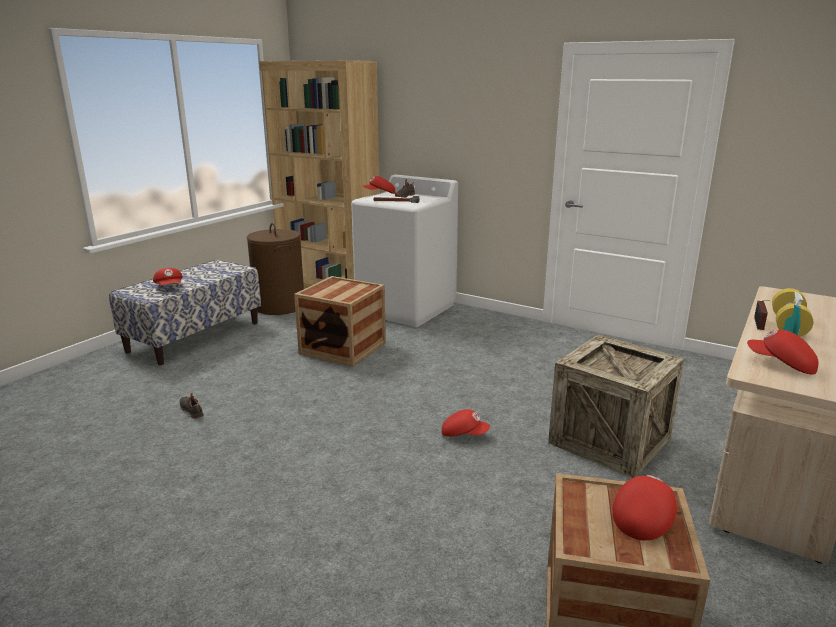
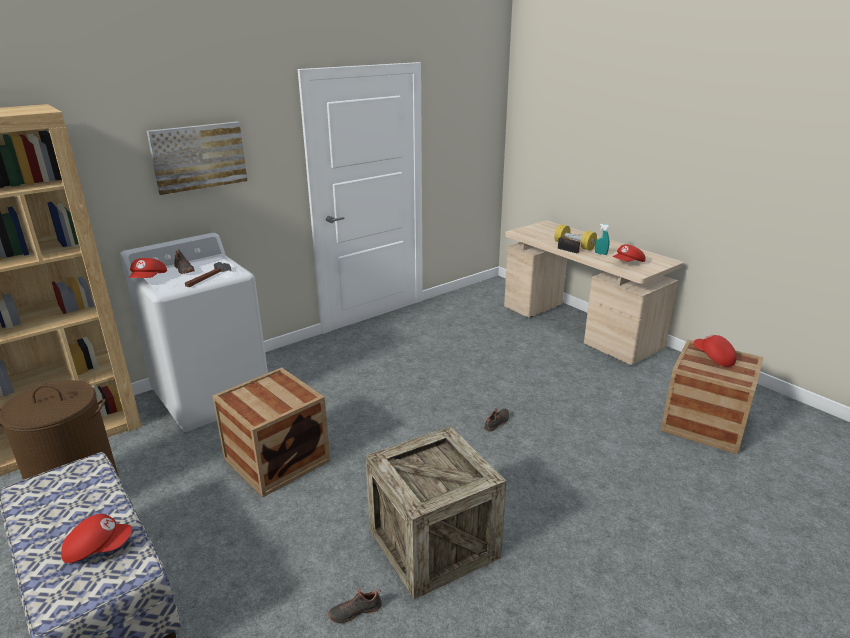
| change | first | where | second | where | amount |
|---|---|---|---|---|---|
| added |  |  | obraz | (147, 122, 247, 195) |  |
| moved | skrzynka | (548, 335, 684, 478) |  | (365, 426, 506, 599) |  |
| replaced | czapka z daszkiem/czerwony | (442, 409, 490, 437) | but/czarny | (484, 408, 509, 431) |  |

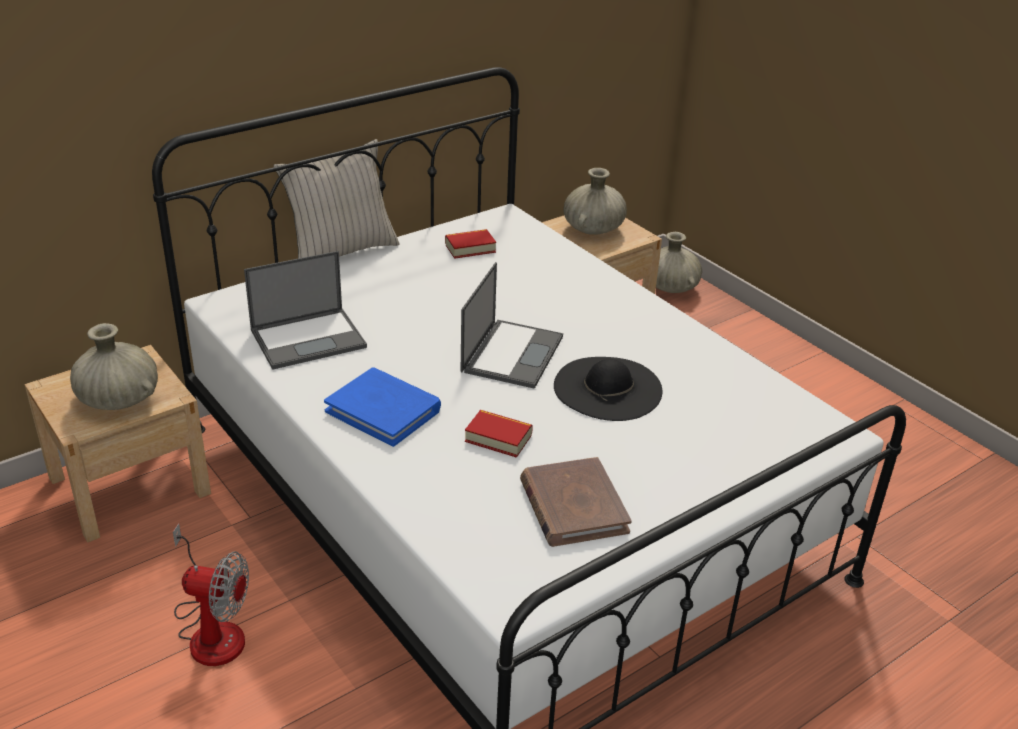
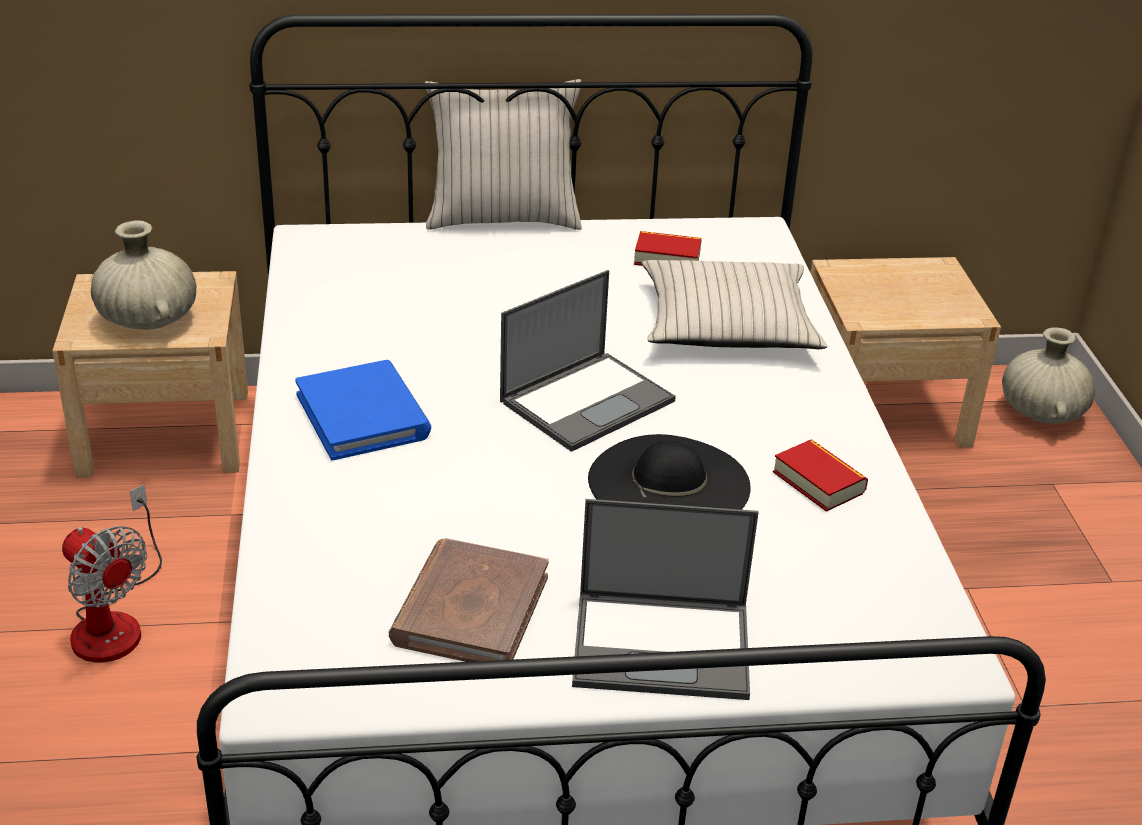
| change | first | where | second | where | amount |
|---|---|---|---|---|---|
| removed | wazon/beżowy | (563, 168, 627, 235) |  |  |  |
| added |  |  | poduszka/beżowy | (642, 260, 827, 349) |  |
| moved | laptop | (244, 251, 367, 370) |  | (572, 499, 759, 700) |  |
| moved | książka | (465, 410, 533, 458) |  | (773, 439, 868, 512) |  |

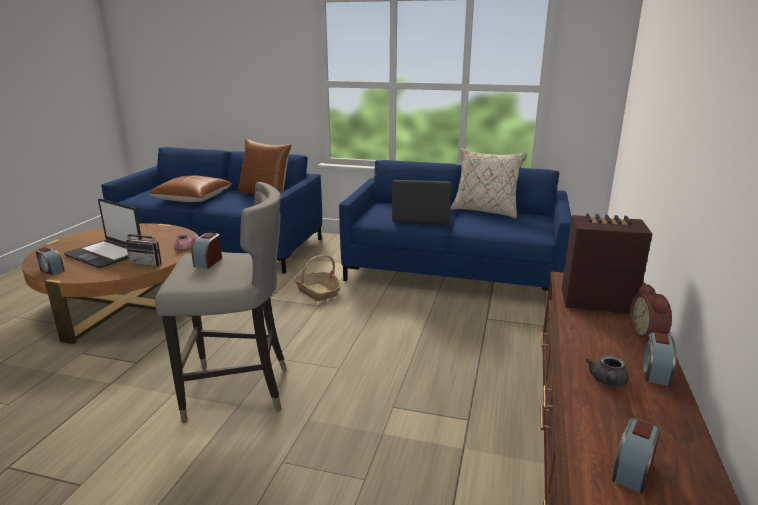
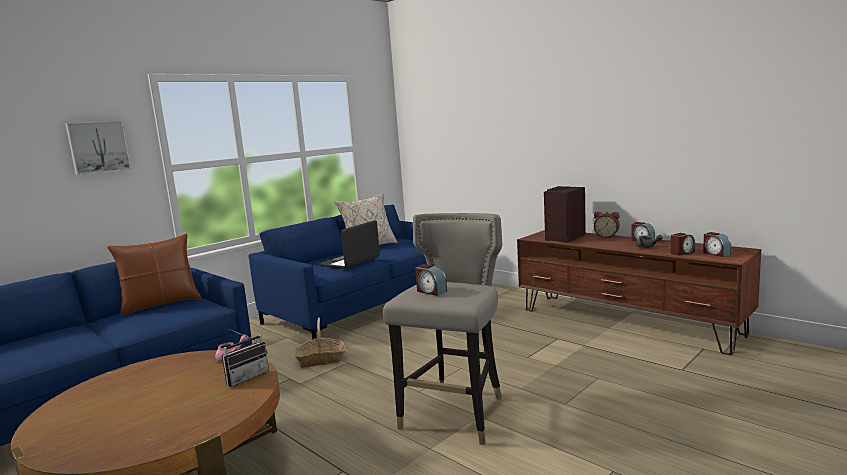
| change | first | where | second | where | amount |
|---|---|---|---|---|---|
| removed | laptop | (64, 199, 142, 268) |  |  |  |
| removed | poduszka/brązowy | (149, 175, 232, 202) |  |  |  |
| added |  |  | obraz | (65, 121, 132, 175) |  |
| moved | budzik | (36, 247, 65, 275) |  | (671, 233, 695, 256) |  |

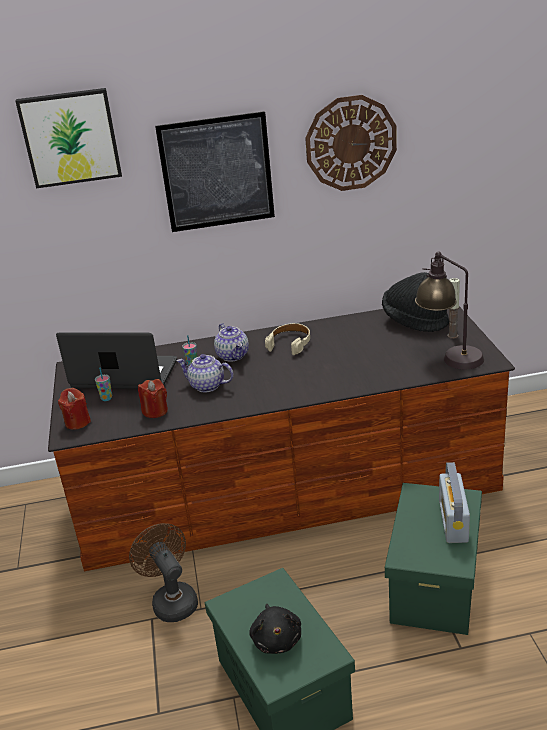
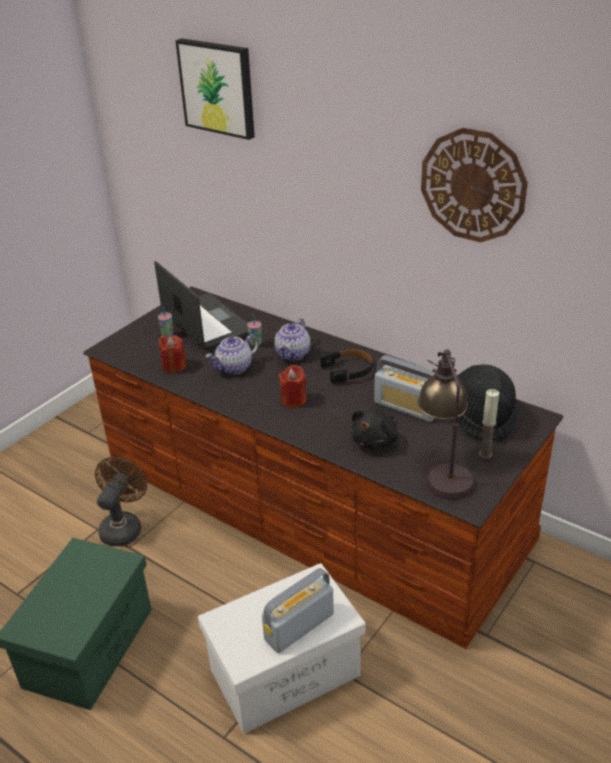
| change | first | where | second | where | amount |
|---|---|---|---|---|---|
| removed | obraz | (155, 111, 275, 232) |  |  |  |
| added |  |  | radio | (374, 355, 435, 422) |  |
| moved | świeca/czerwony | (58, 388, 91, 430) |  | (279, 365, 307, 408) |  |
| moved | pluszak/czarny | (249, 604, 301, 654) |  | (350, 409, 398, 449) |  |
| recoloured | słuchawki/beżowy | (265, 323, 310, 355) | słuchawki/czarny | (320, 349, 373, 384) |  |
| recoloured | pojemnik do przechowywania/zielony | (385, 483, 482, 635) | pojemnik do przechowywania/biały | (198, 563, 365, 734) |  |
| turned | imbryk | (177, 354, 233, 392) |  | (205, 334, 259, 375) | 105 degrees counterclockwise |

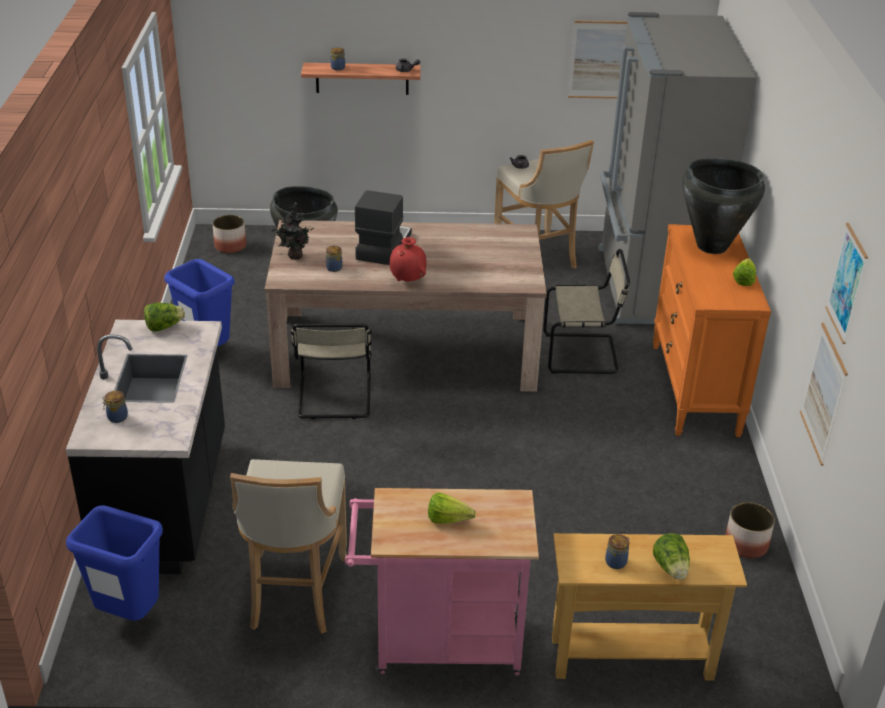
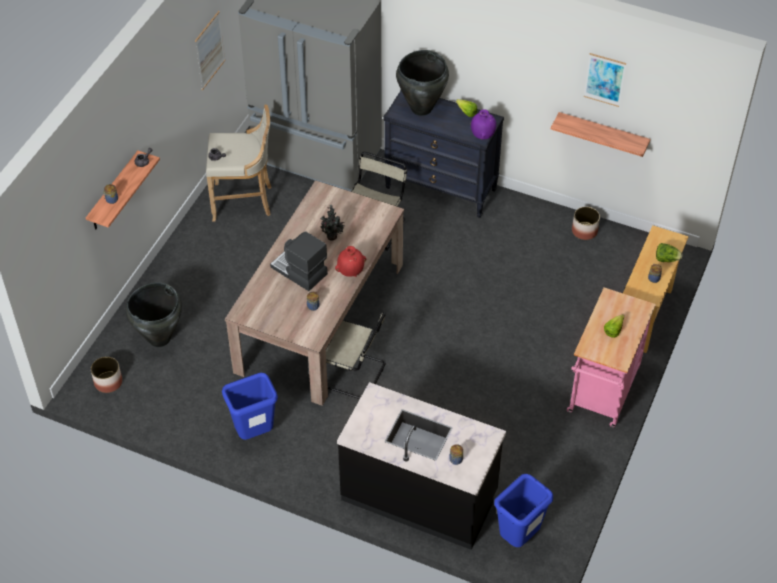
| change | first | where | second | where | amount |
|---|---|---|---|---|---|
| removed | sałata | (144, 303, 185, 332) |  |  |  |
| removed | stołek/beżowy | (230, 459, 347, 633) |  |  |  |
| added |  |  | wazon/fioletowy | (471, 109, 496, 140) |  |
| moved | roślina doniczkowa | (271, 202, 315, 260) |  | (320, 204, 344, 241) |  |
| replaced | obraz | (800, 323, 848, 466) | półka | (551, 112, 650, 157) |  |
| recoloured | komoda/pomarańczowy | (653, 224, 771, 437) | komoda/czarny | (383, 90, 504, 218) |  |

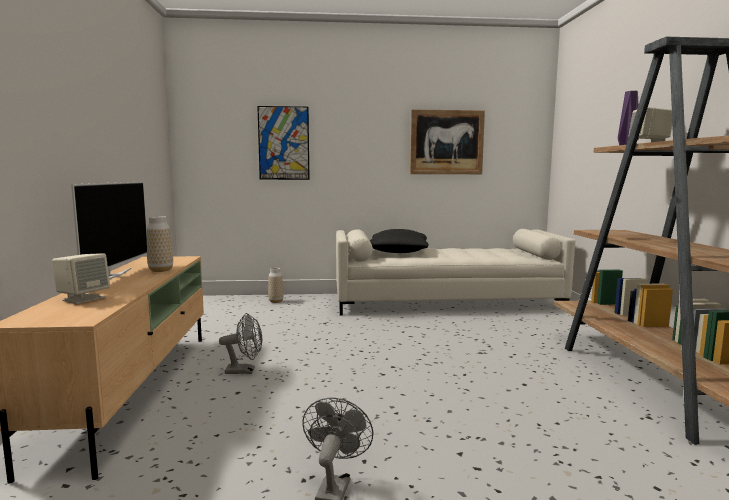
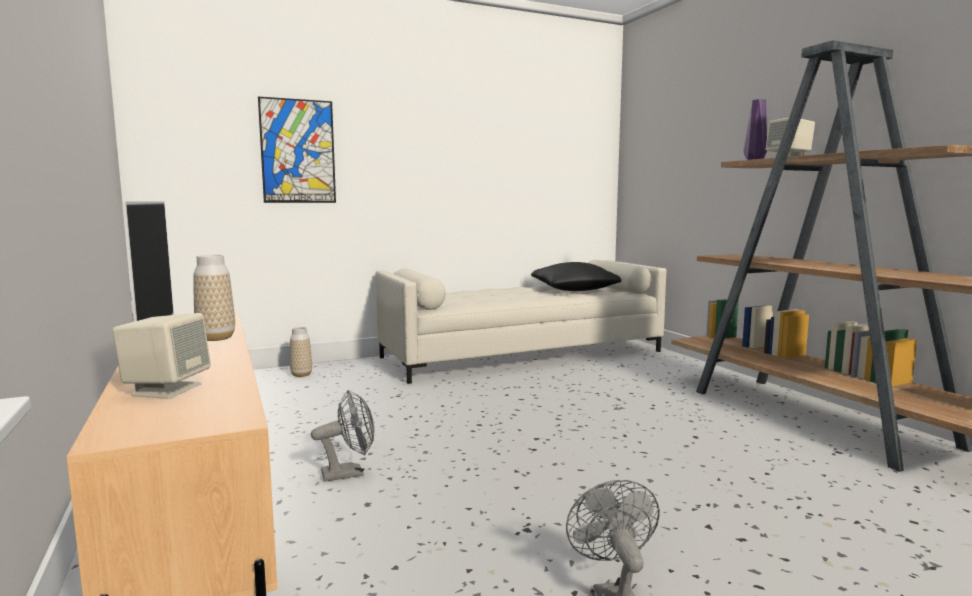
| change | first | where | second | where | amount |
|---|---|---|---|---|---|
| removed | obraz | (410, 109, 485, 174) |  |  |  |
| moved | poduszka/czarny | (370, 229, 429, 253) |  | (531, 262, 621, 291) |  |

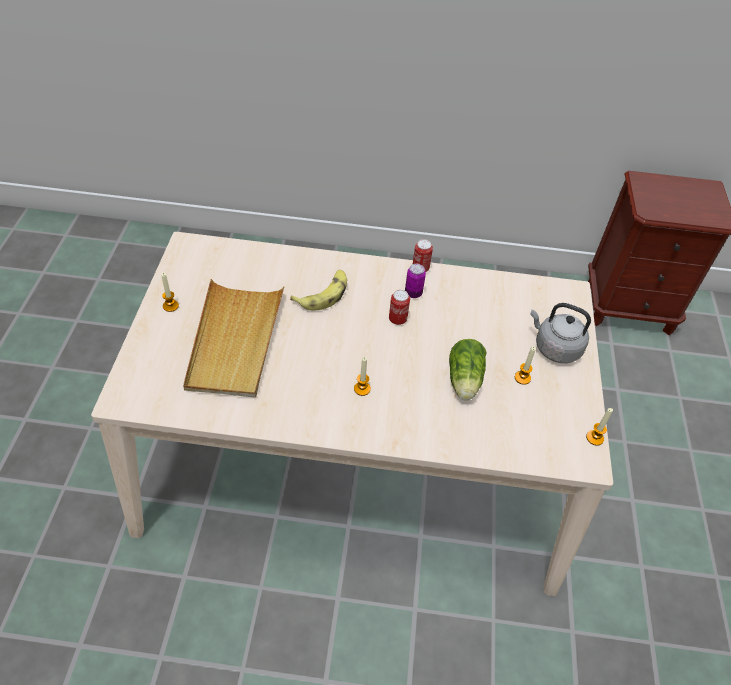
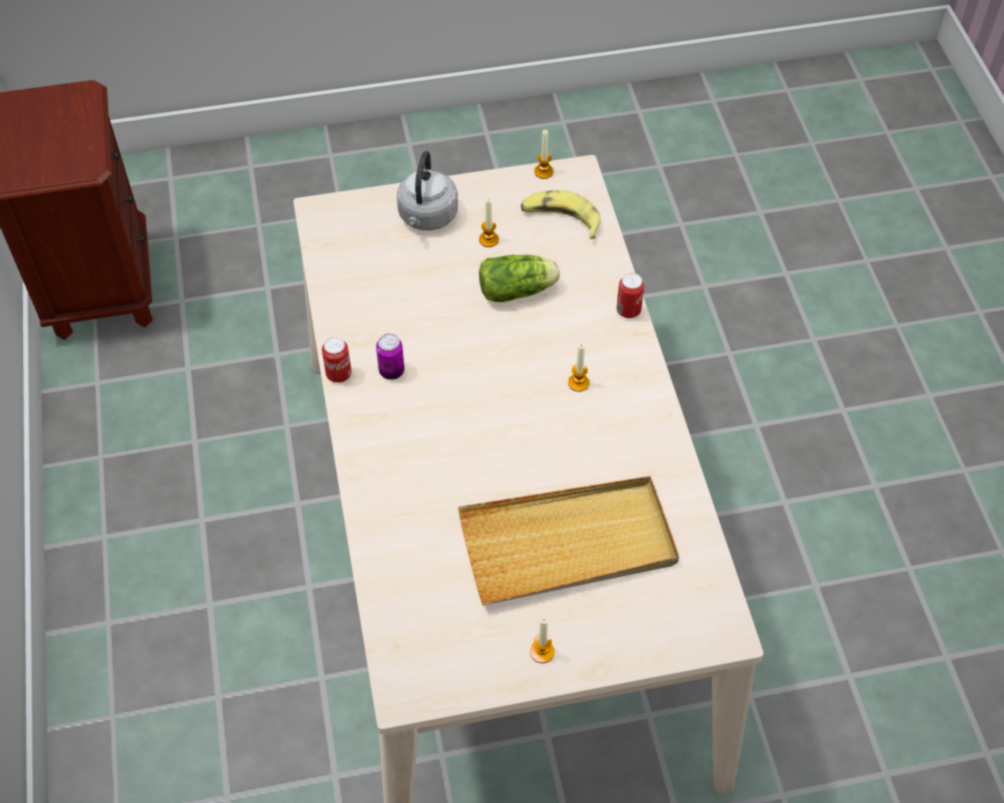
| change | first | where | second | where | amount |
|---|---|---|---|---|---|
| moved | banan | (290, 270, 347, 311) |  | (521, 190, 601, 239) |  |
| moved | puszka | (389, 290, 410, 325) |  | (616, 273, 644, 318) |  |

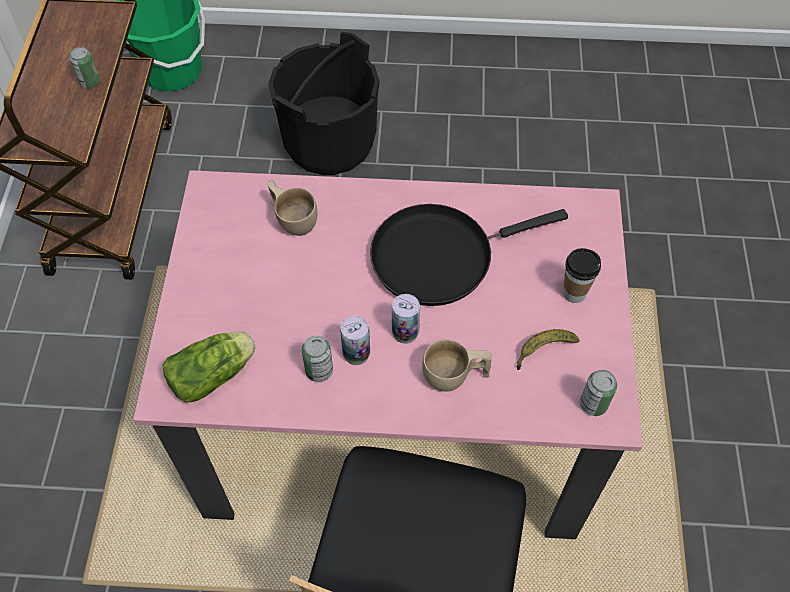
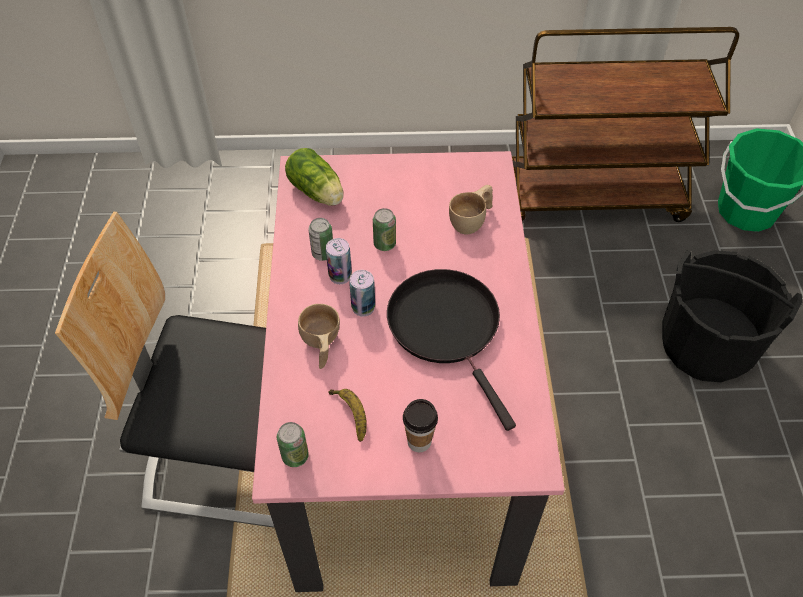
| change | first | where | second | where | amount |
|---|---|---|---|---|---|
| moved | puszka | (70, 47, 100, 88) |  | (373, 208, 396, 251) |  |

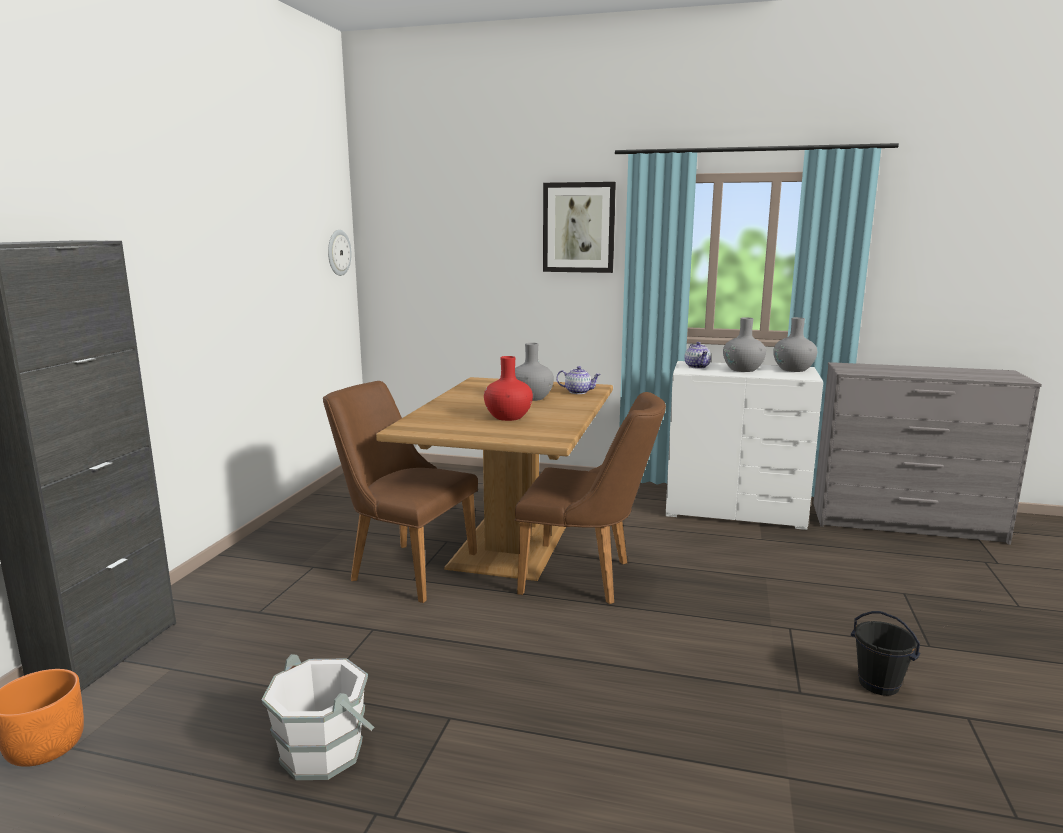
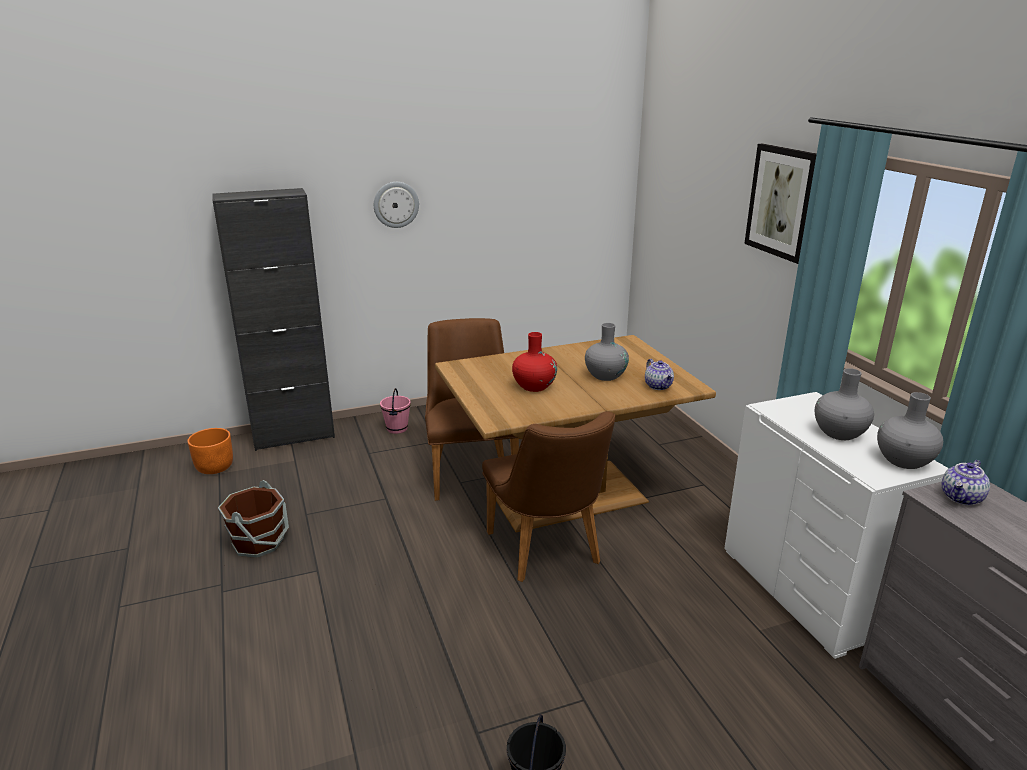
| change | first | where | second | where | amount |
|---|---|---|---|---|---|
| added |  |  | wiadro/różowy | (380, 388, 411, 434) |  |
| moved | zegar ścienny | (328, 230, 351, 276) |  | (374, 182, 419, 228) |  |
| moved | imbryk | (685, 342, 711, 368) |  | (942, 460, 990, 505) |  |
| recoloured | wiadro/biały | (261, 654, 374, 780) | wiadro/brązowy | (218, 480, 289, 558) |  |

